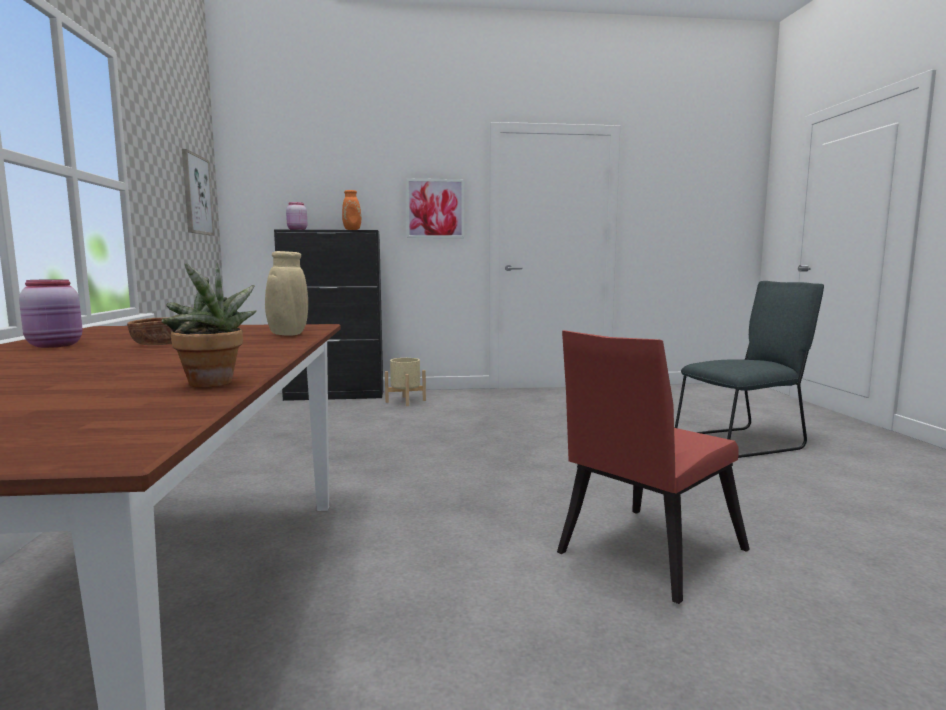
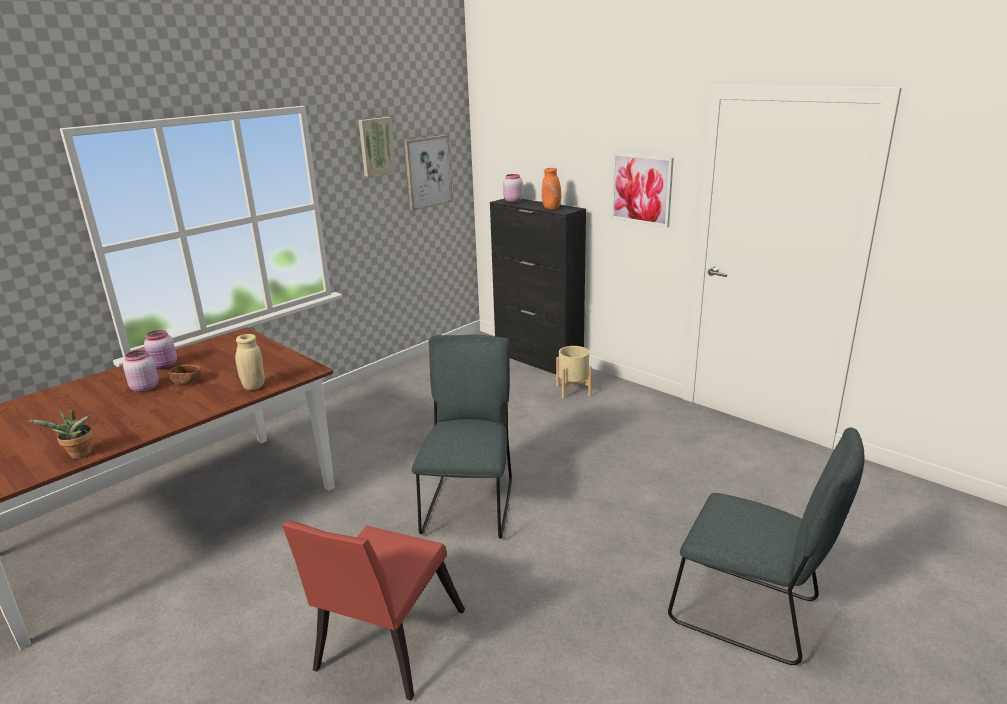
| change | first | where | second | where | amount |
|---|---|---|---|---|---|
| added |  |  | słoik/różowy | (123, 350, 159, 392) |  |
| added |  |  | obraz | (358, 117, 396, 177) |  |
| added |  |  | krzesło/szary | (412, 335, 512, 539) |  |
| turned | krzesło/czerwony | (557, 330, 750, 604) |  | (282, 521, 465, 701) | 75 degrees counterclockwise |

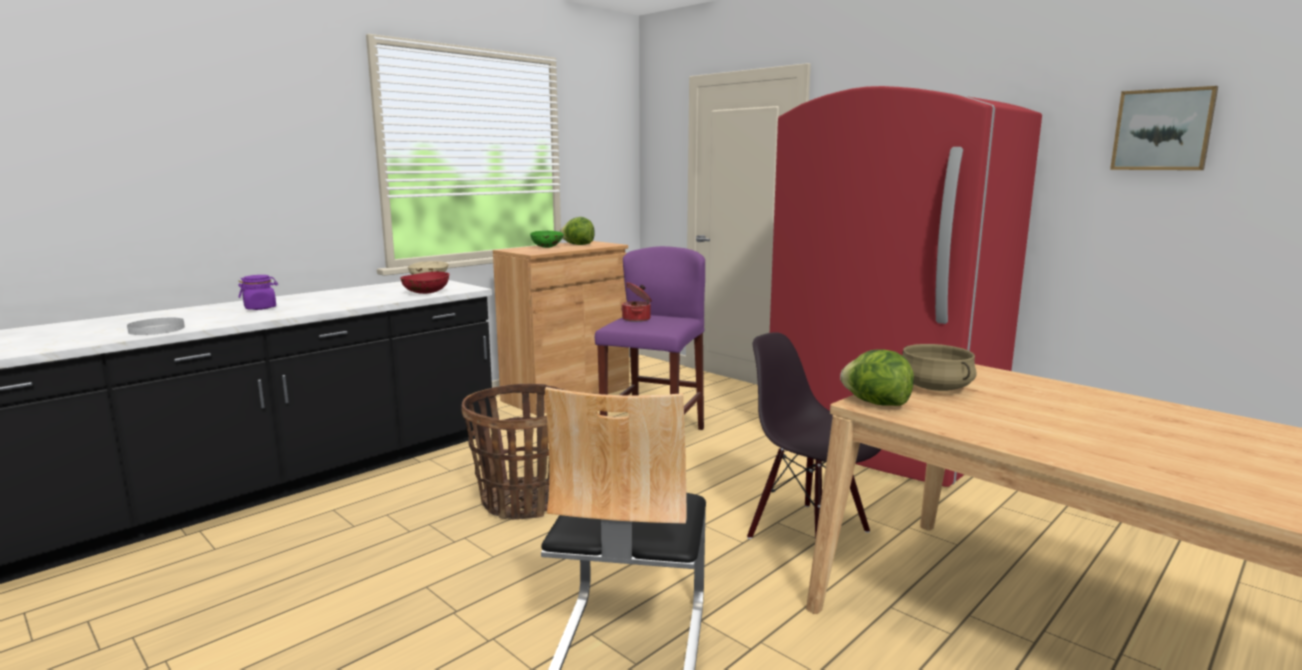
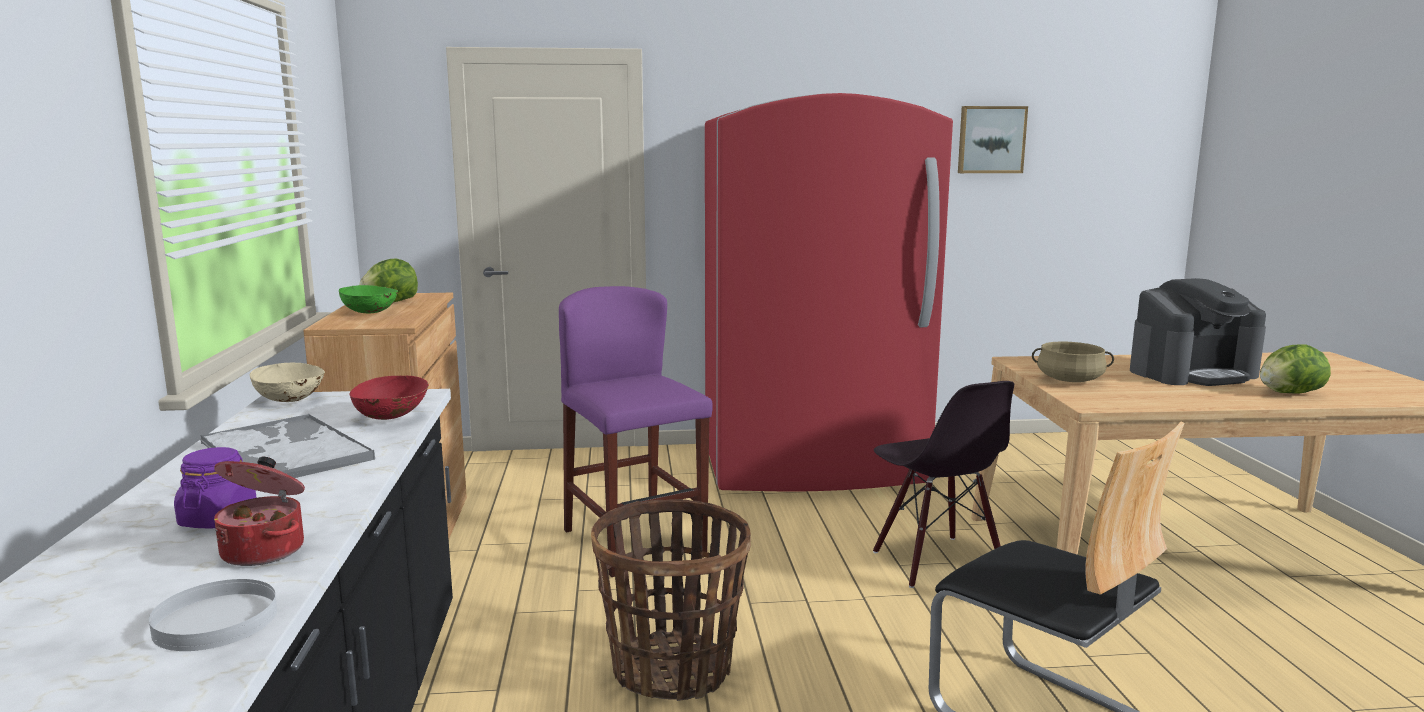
| change | first | where | second | where | amount |
|---|---|---|---|---|---|
| added |  |  | taca | (200, 414, 375, 478) |  |
| added |  |  | ekspres do kawy | (1130, 278, 1266, 386) |  |
| moved | garnek | (621, 282, 652, 322) |  | (214, 457, 305, 566) |  |
| moved | sałata | (840, 349, 914, 406) |  | (1260, 344, 1331, 393) |  |
| turned | krzesło/czarny | (747, 332, 881, 540) |  | (873, 381, 1014, 588) | 105 degrees counterclockwise |

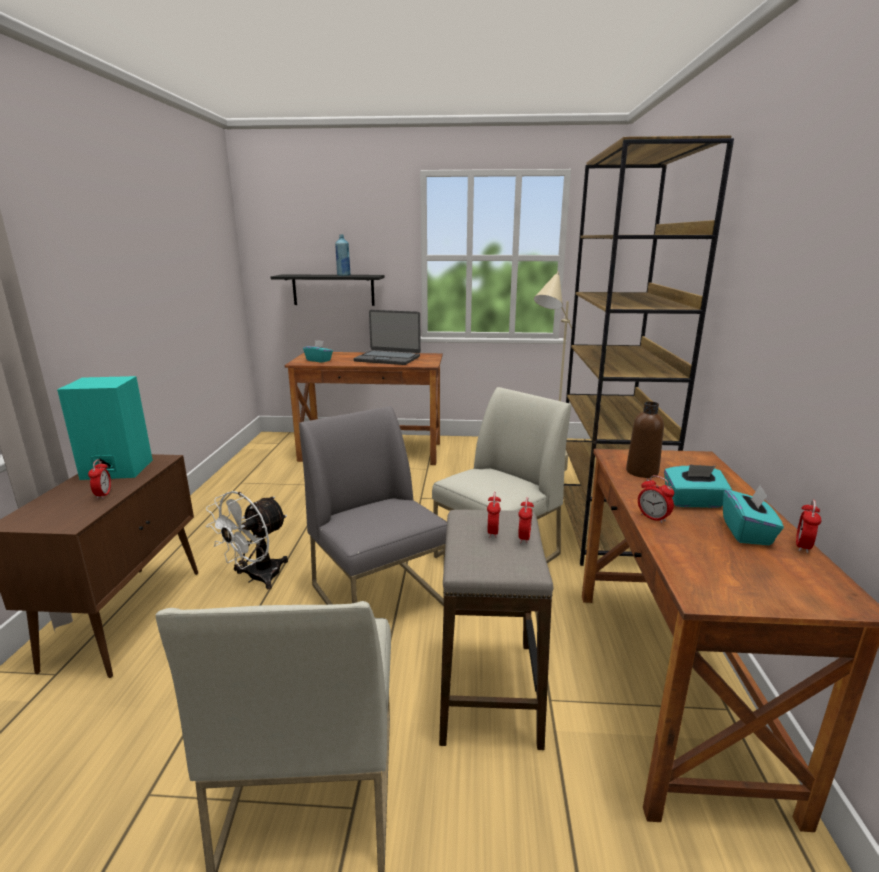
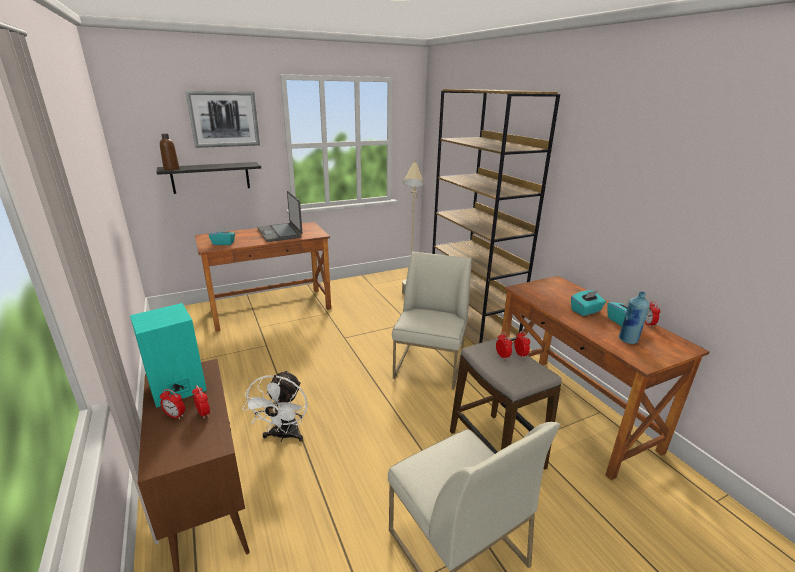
| change | first | where | second | where | amount |
|---|---|---|---|---|---|
| removed | krzesło/szary | (299, 406, 447, 607) |  |  |  |
| added |  |  | obraz | (185, 91, 260, 148) |  |
| moved | butelka/niebieski | (335, 234, 350, 276) |  | (619, 291, 650, 344) |  |
| moved | butelka/brązowy | (626, 401, 664, 478) |  | (160, 134, 179, 170) |  |
| moved | budzik | (638, 475, 674, 523) |  | (160, 389, 185, 419) |  |
| turned | laptop | (354, 310, 421, 365) |  | (257, 191, 302, 242) | 75 degrees clockwise |

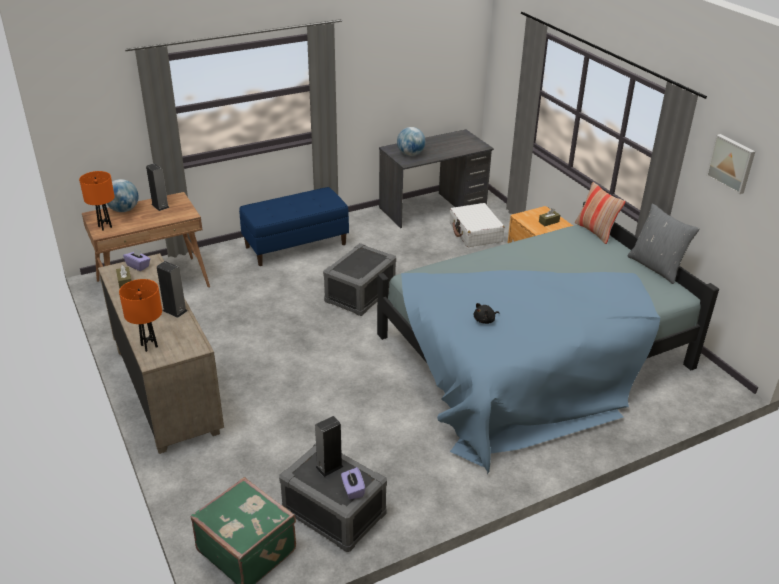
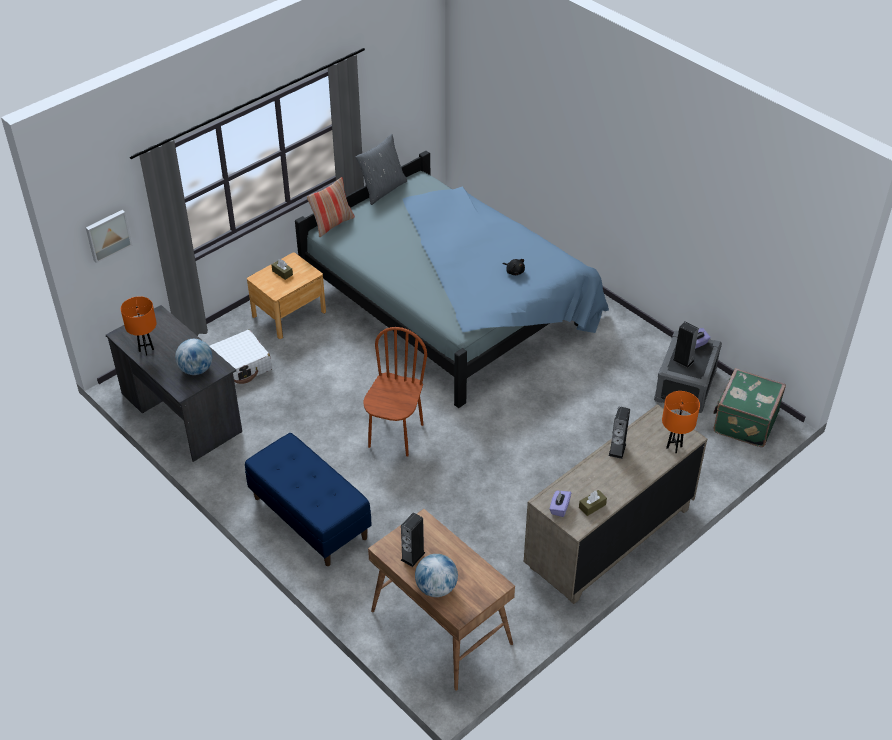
| change | first | where | second | where | amount |
|---|---|---|---|---|---|
| moved | lampa stołowa/pomarańczowy | (79, 171, 115, 231) |  | (121, 296, 157, 356) |  |
| moved | obraz | (706, 134, 756, 194) |  | (86, 210, 132, 263) |  |
| replaced | pojemnik do przechowywania/szary | (323, 243, 396, 316) | krzesło/brązowy | (363, 327, 427, 456) |  |

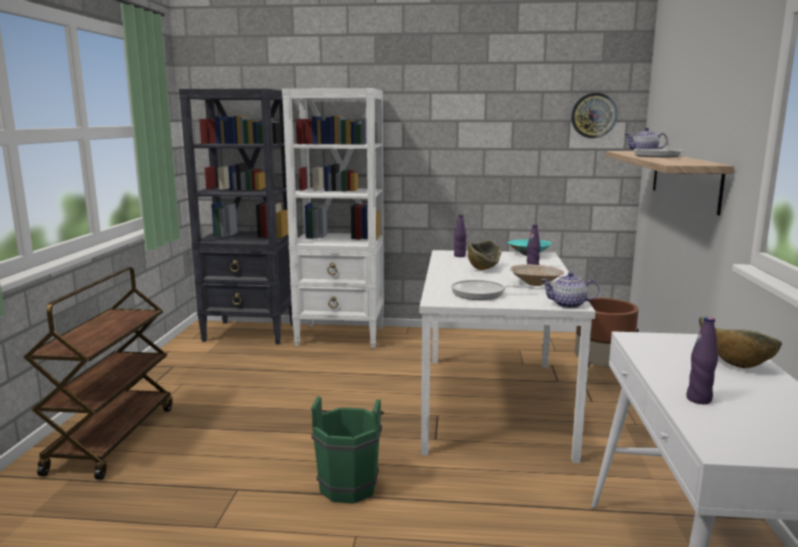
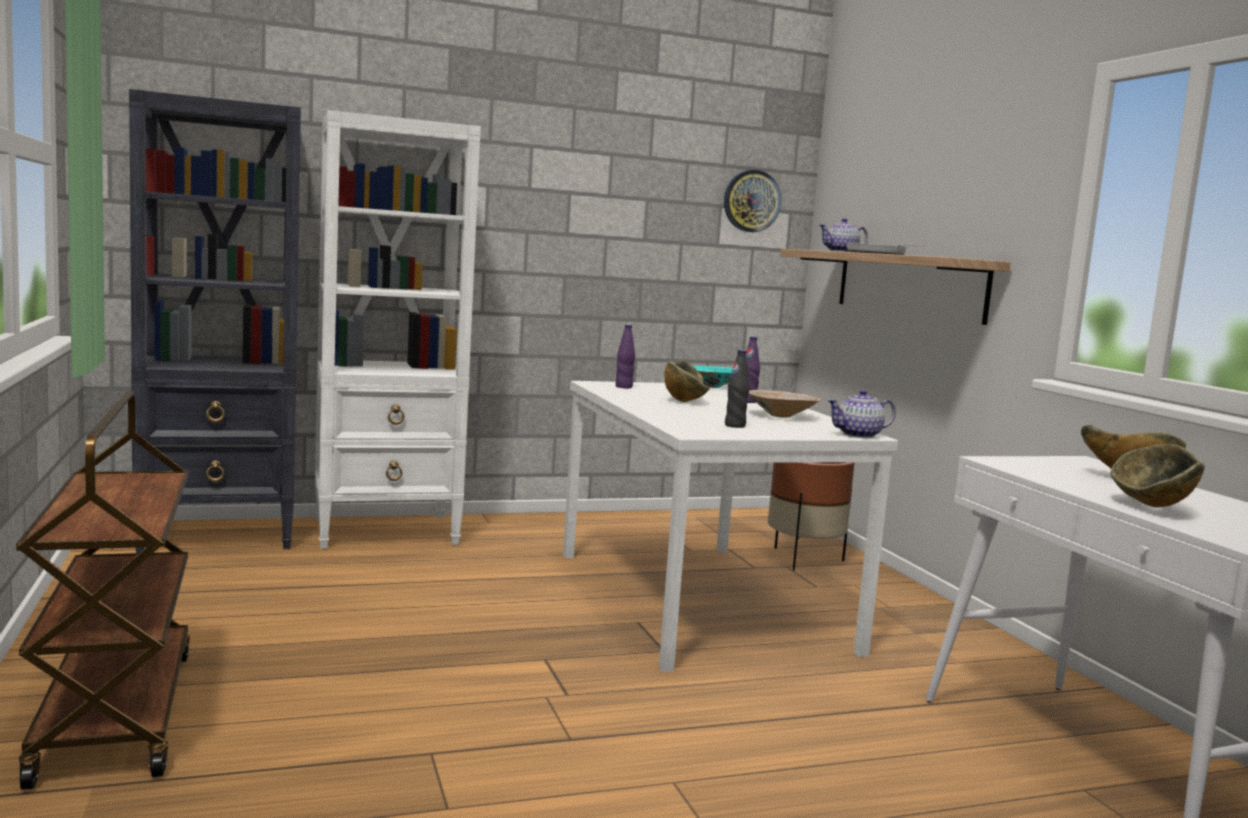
| change | first | where | second | where | amount |
|---|---|---|---|---|---|
| removed | wiadro/zielony | (311, 396, 384, 504) |  |  |  |
| replaced | patelnia | (451, 280, 534, 300) | butelka/czarny | (725, 350, 749, 428) |  |
| replaced | butelka/fioletowy | (686, 317, 718, 404) | miska | (1110, 444, 1205, 507) |  |

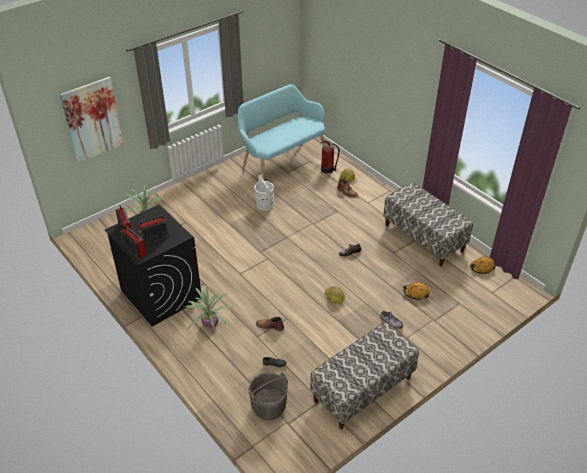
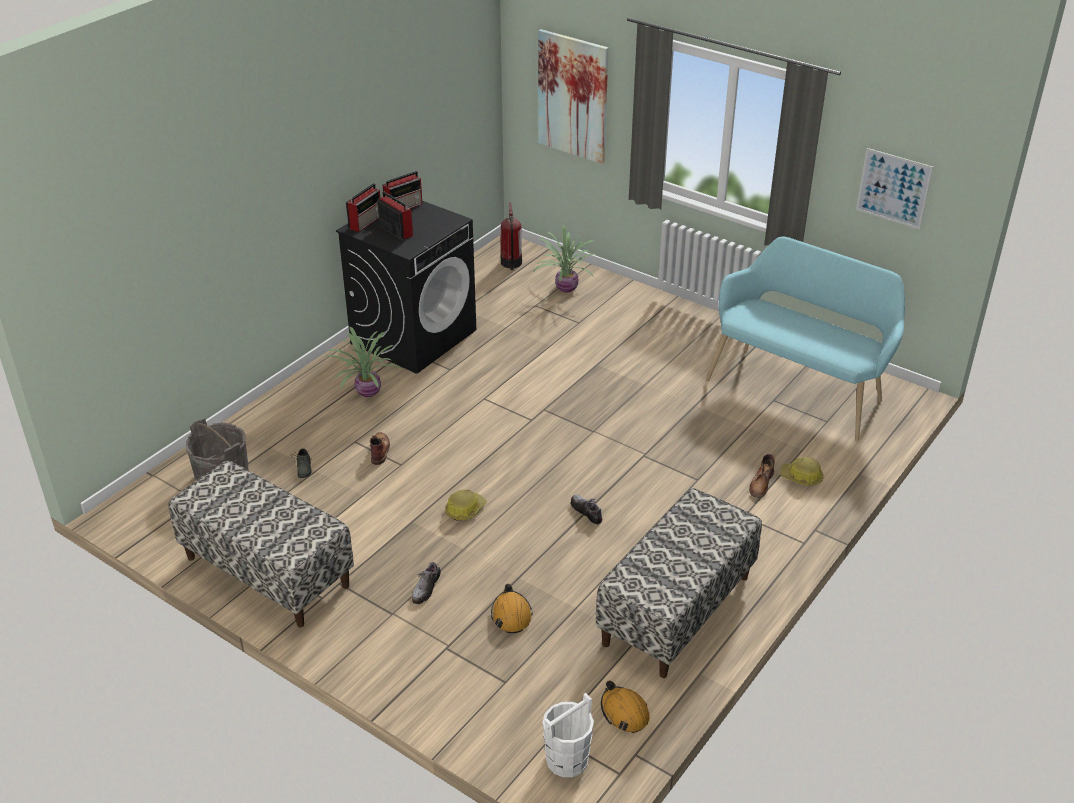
| change | first | where | second | where | amount |
|---|---|---|---|---|---|
| added |  |  | obraz | (856, 148, 933, 229) |  |
| moved | wiadro/biały | (254, 175, 274, 211) |  | (543, 693, 594, 777) |  |
| moved | gaśnica | (320, 139, 339, 174) |  | (501, 202, 522, 270) |  |

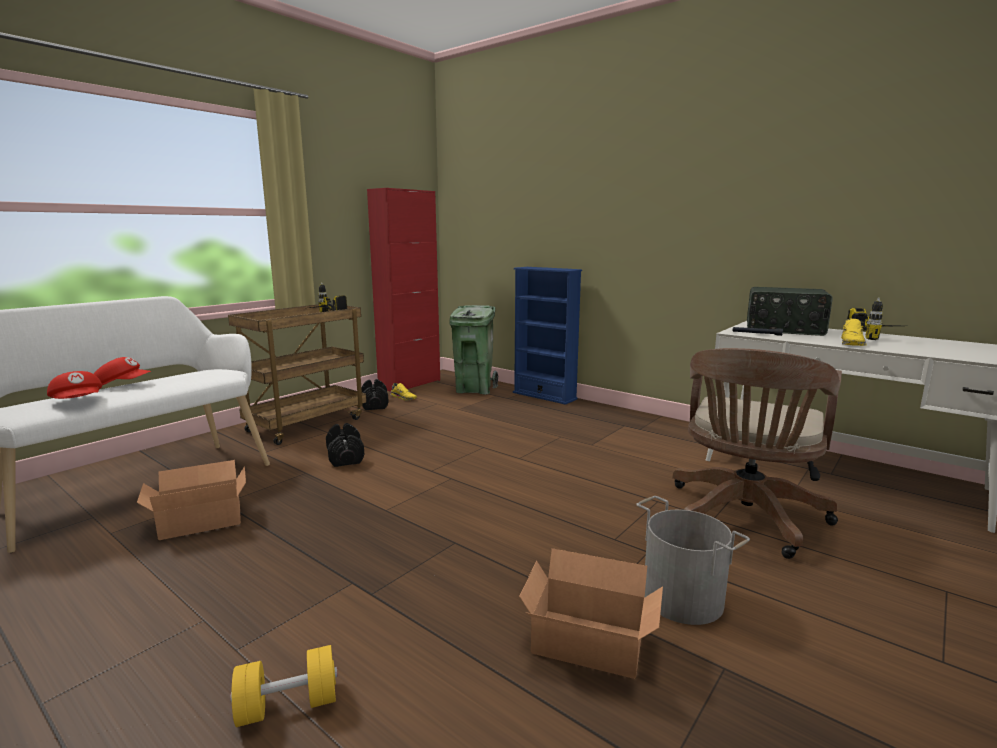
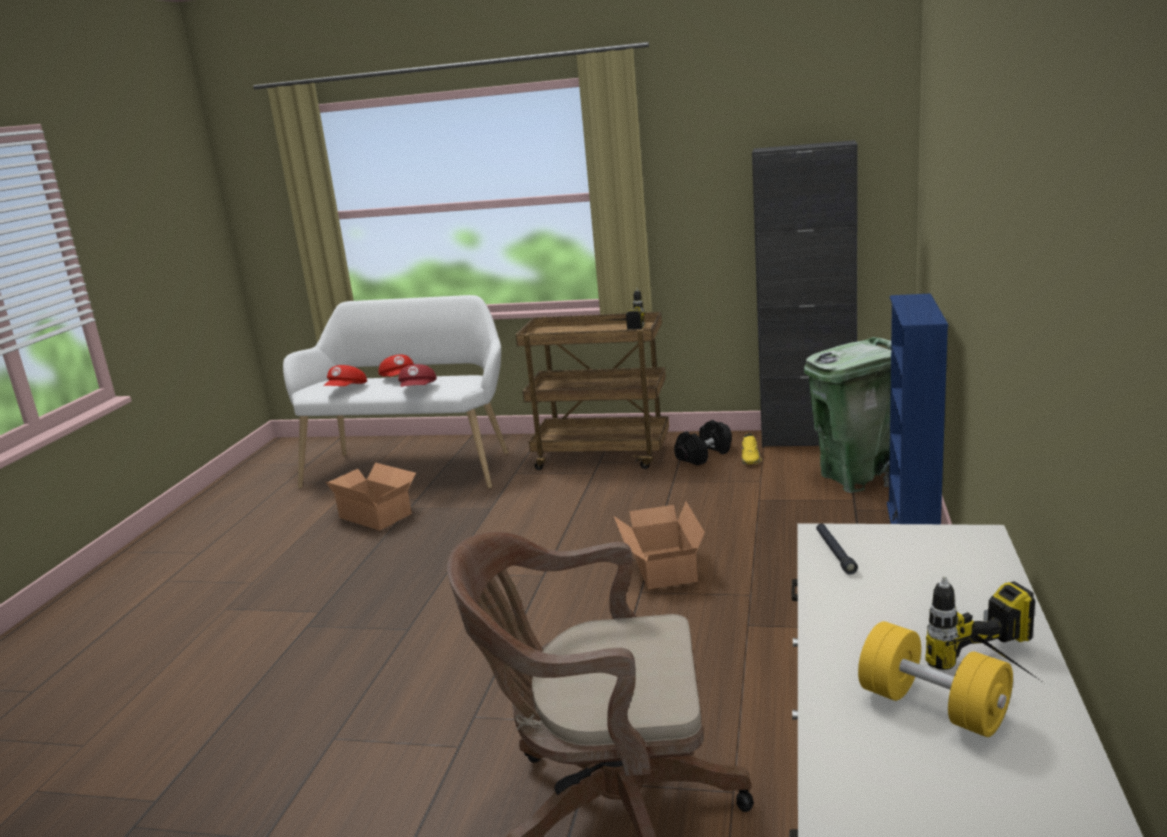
| change | first | where | second | where | amount |
|---|---|---|---|---|---|
| removed | hantel/czarny | (326, 423, 364, 467) |  |  |  |
| removed | wiadro/szary | (636, 496, 750, 625) |  |  |  |
| removed | radio | (747, 287, 833, 336) |  |  |  |
| removed | but/żółty | (841, 318, 867, 346) |  |  |  |
| added |  |  | czapka z daszkiem/czerwony | (398, 364, 437, 387) |  |
| moved | hantel/żółty | (230, 645, 338, 727) |  | (858, 621, 1013, 737) |  |
| moved | karton | (519, 548, 663, 679) |  | (614, 502, 705, 589) |  |
| recoloured | szafka/czerwony | (367, 188, 440, 392) | szafka/czarny | (752, 140, 858, 448) |  |

